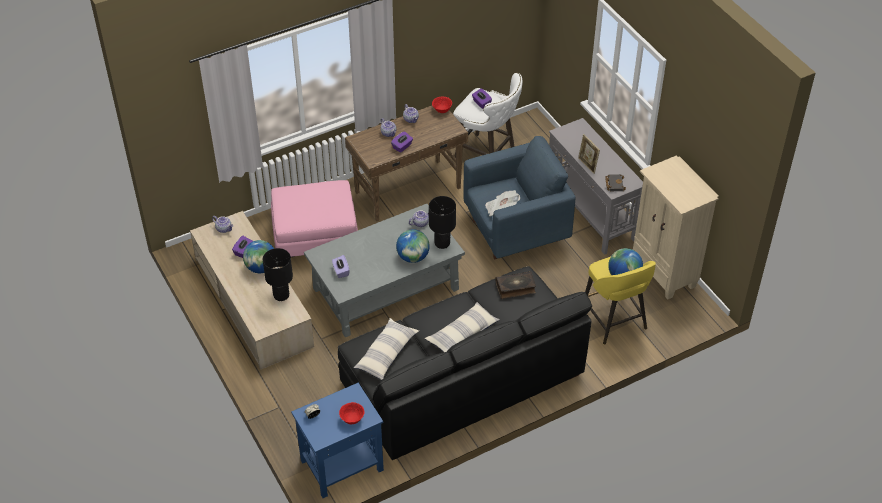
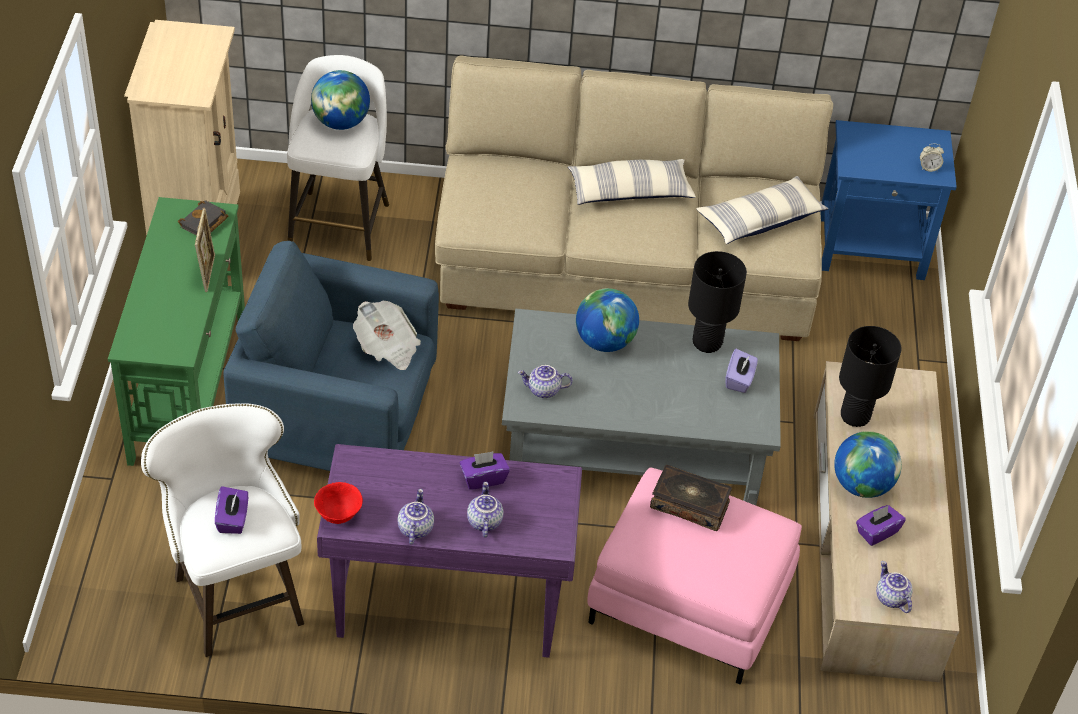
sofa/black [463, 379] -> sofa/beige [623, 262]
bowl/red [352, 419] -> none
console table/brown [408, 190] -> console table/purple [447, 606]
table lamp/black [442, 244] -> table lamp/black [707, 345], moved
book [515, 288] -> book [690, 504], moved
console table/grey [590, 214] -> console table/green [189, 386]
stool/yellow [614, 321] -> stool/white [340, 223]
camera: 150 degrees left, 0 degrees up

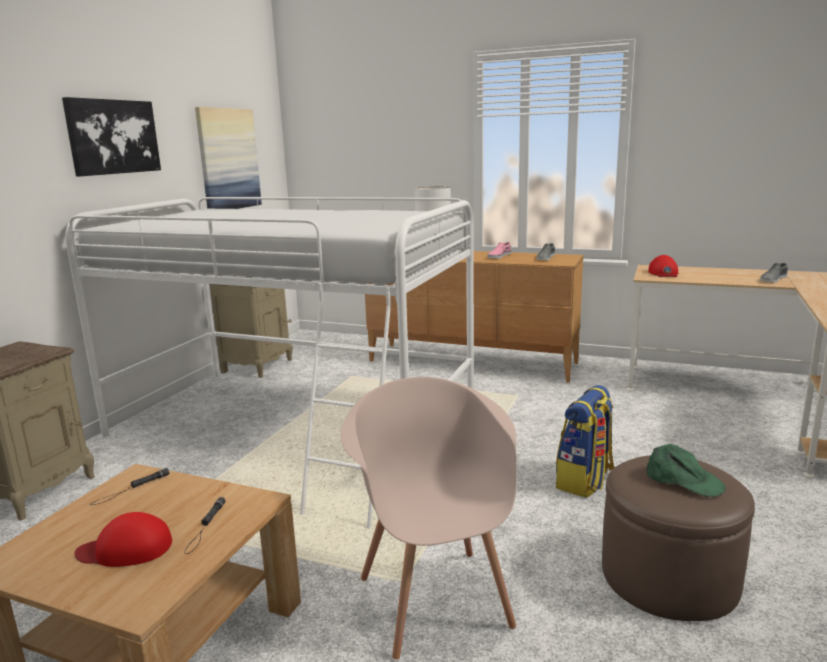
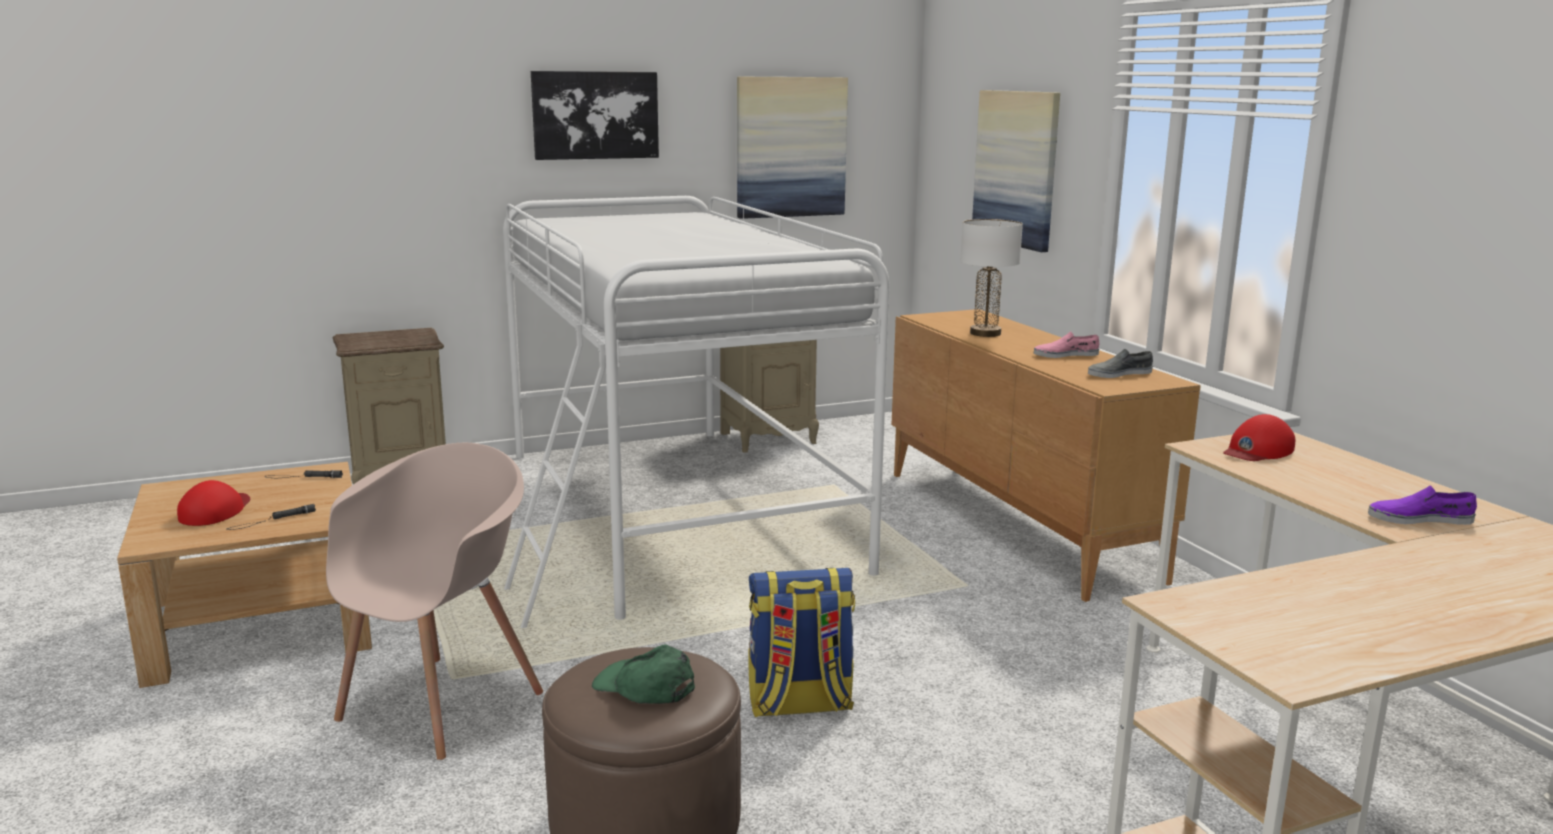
cap/red [126, 549] -> cap/red [216, 511], 60 degrees clockwise
cap/green [684, 480] -> cap/green [644, 686], 120 degrees clockwise
shoe/grey [773, 279] -> shoe/purple [1419, 519]
none -> picture [1016, 168]
camera: 45 degrees right, 0 degrees up

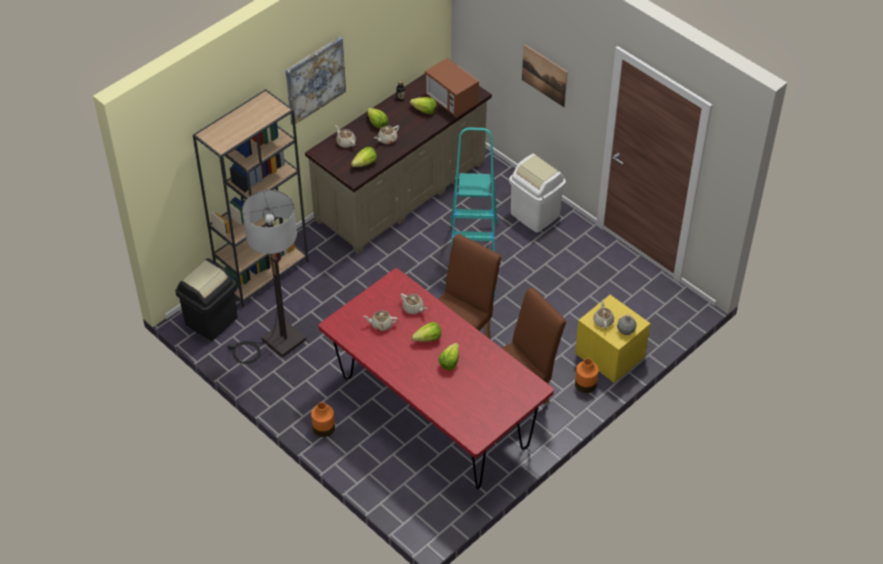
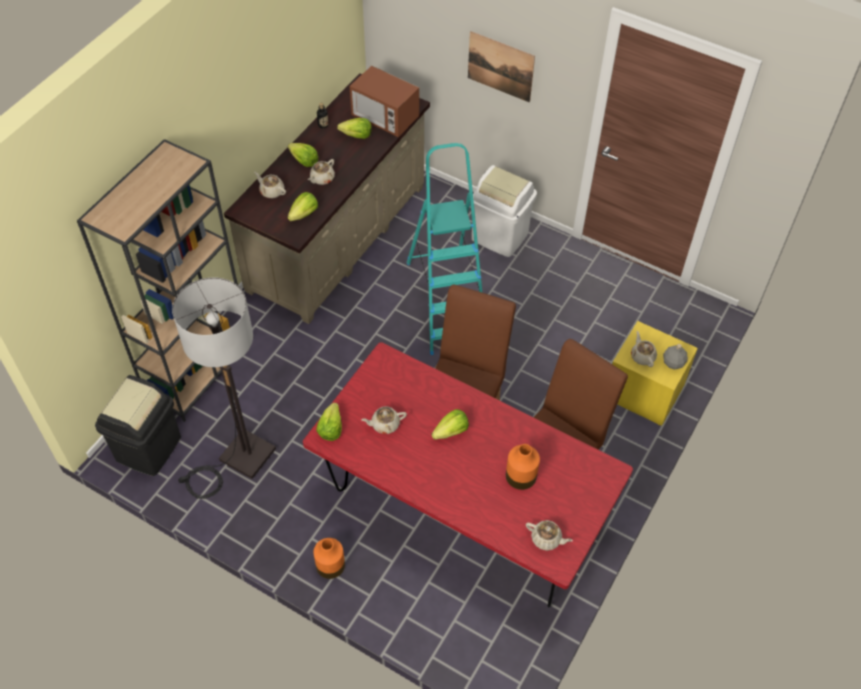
picture [315, 80] -> none
teapot/beige [413, 308] -> teapot/beige [546, 539], moved
lettuce [449, 362] -> lettuce [331, 428], moved
vase/orange [585, 384] -> vase/orange [520, 476], moved
camera: 15 degrees left, 5 degrees up

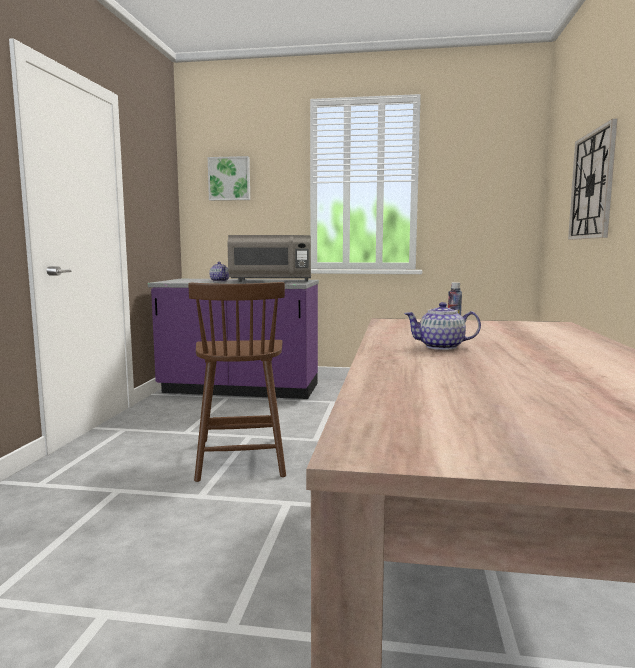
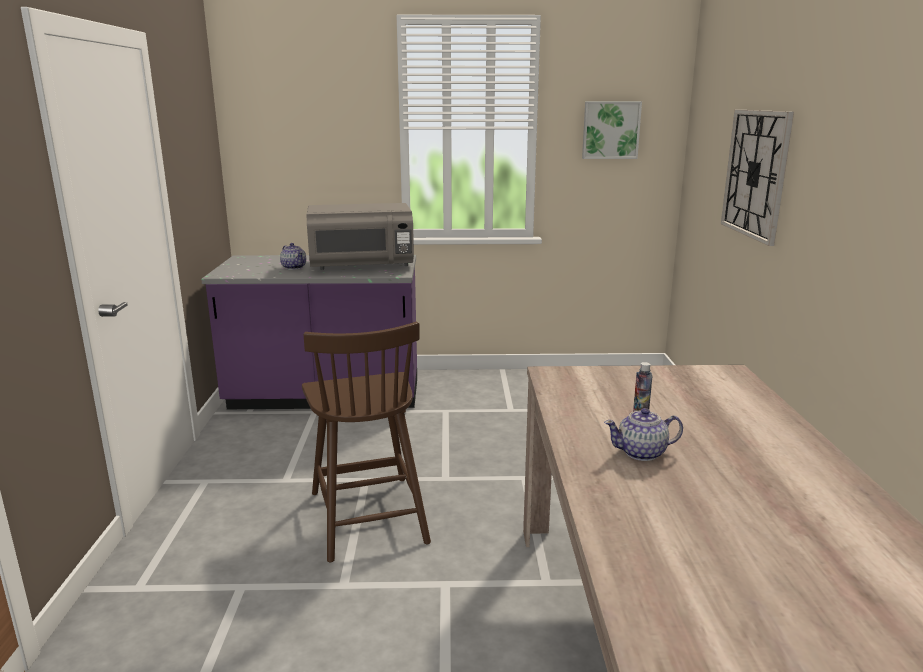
picture [229, 179] -> picture [610, 130], moved
camera: 10 degrees left, 10 degrees up

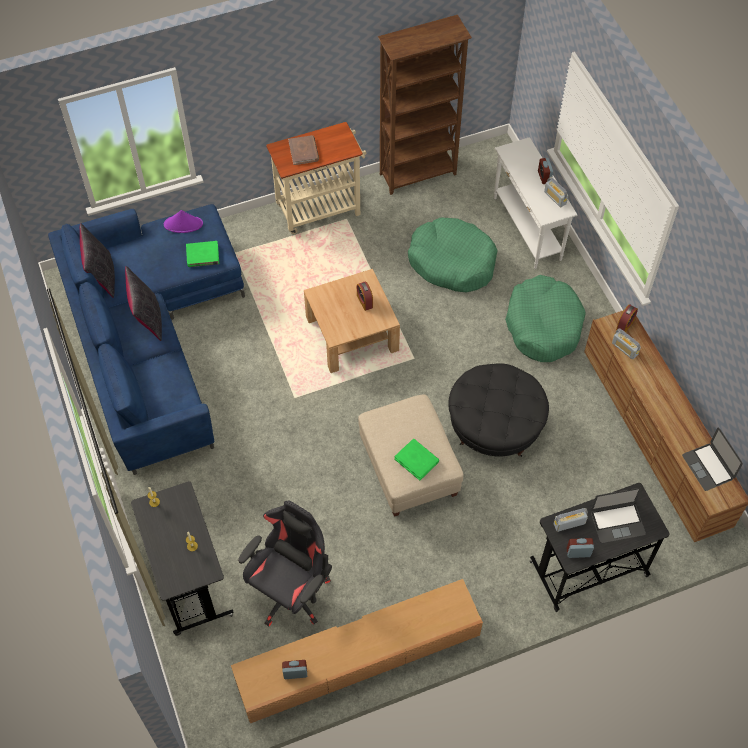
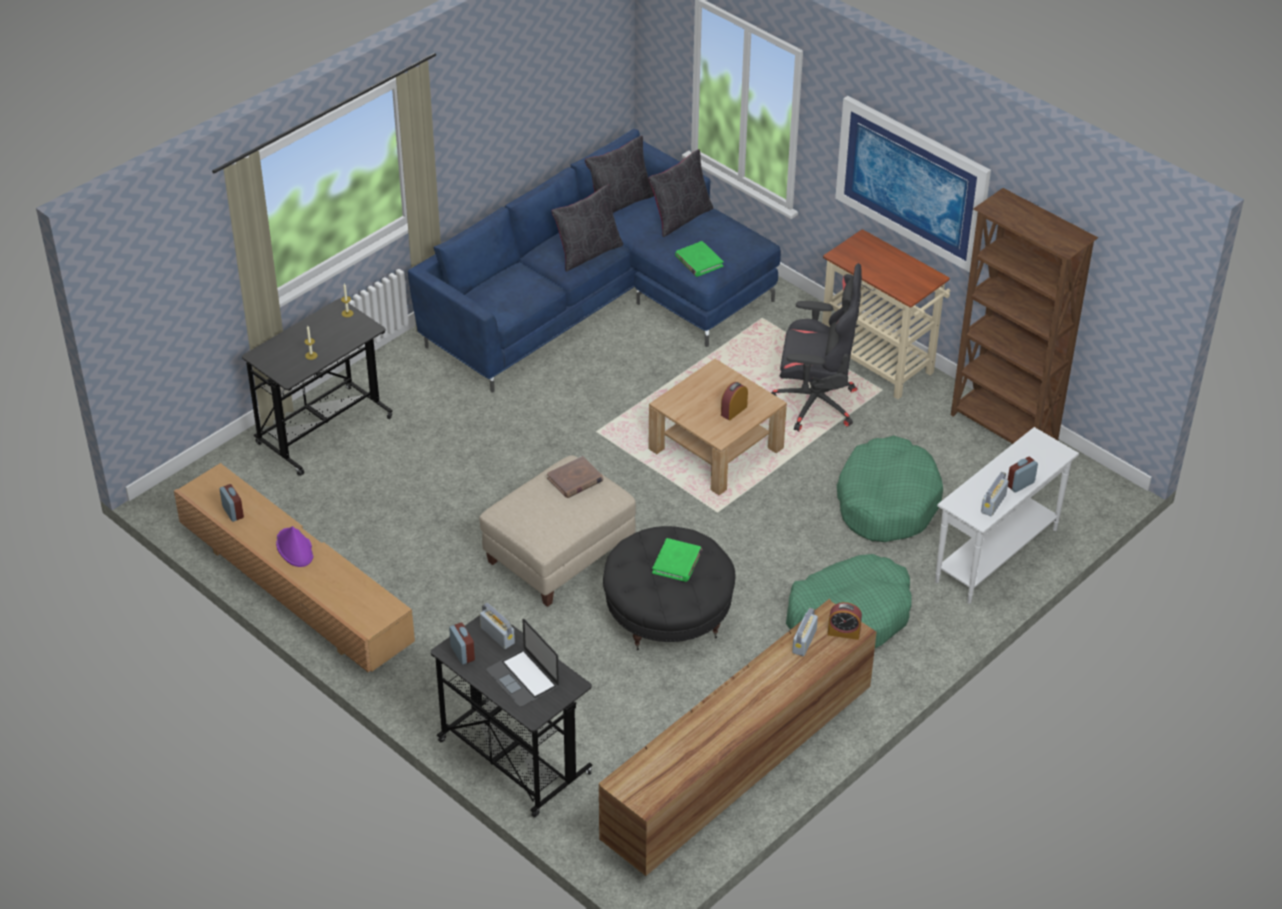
hat/purple [183, 224] -> hat/purple [295, 548], moved
office chair/black [290, 594] -> office chair/black [814, 404], moved
book/brown [304, 151] -> book/brown [575, 480], moved
book/green [416, 460] -> book/green [677, 562], moved
laptop [708, 467] -> none
none -> pillow/black [680, 218]
none -> picture [912, 183]
camera: 65 degrees right, 15 degrees down

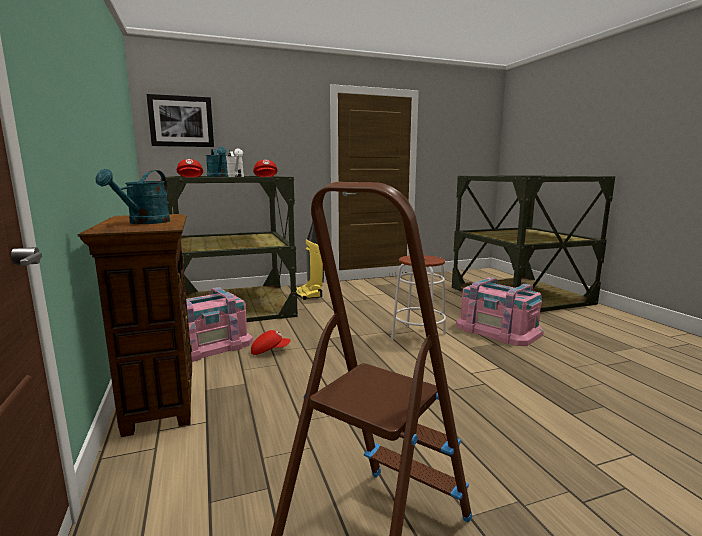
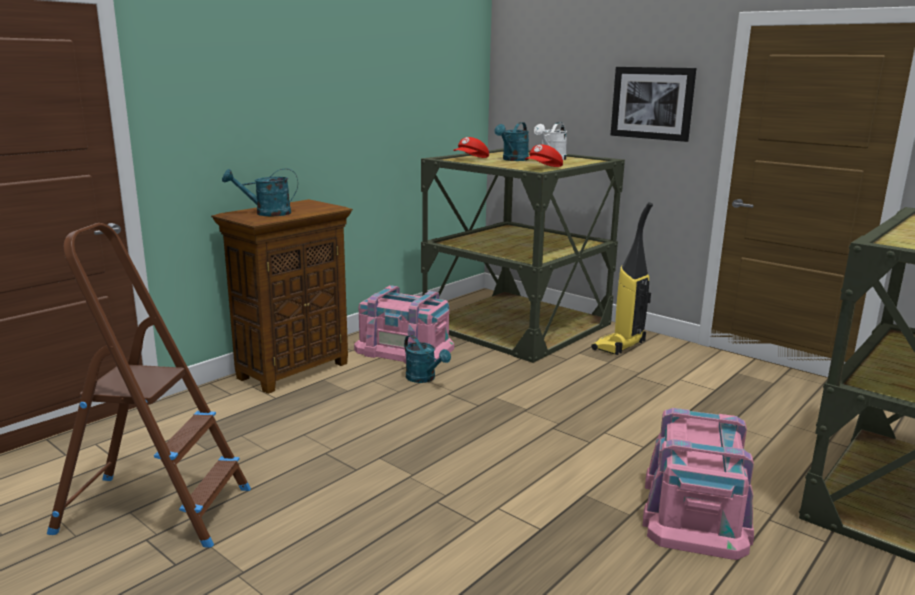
picture [181, 121] -> picture [652, 103], moved
cap/red [270, 351] -> watering can/turquoise [424, 378]
stool/white [418, 336] -> none
camera: 60 degrees right, 5 degrees up

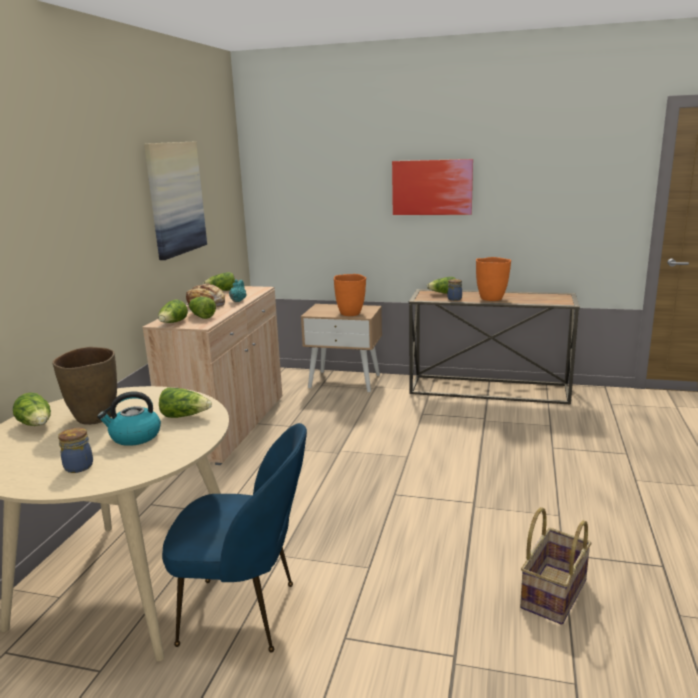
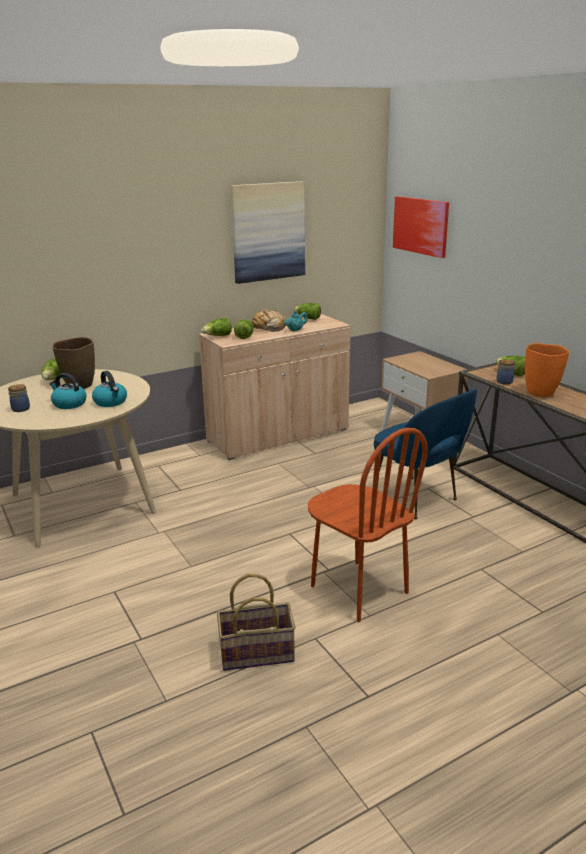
lettuce [185, 416] -> kettle [111, 402]
chair/blue [248, 615] -> chair/blue [418, 501], moved
vase/orange [351, 313] -> none
picture [432, 187] -> picture [420, 226], moved
none -> chair/brown [358, 590]
camera: 45 degrees right, 5 degrees up

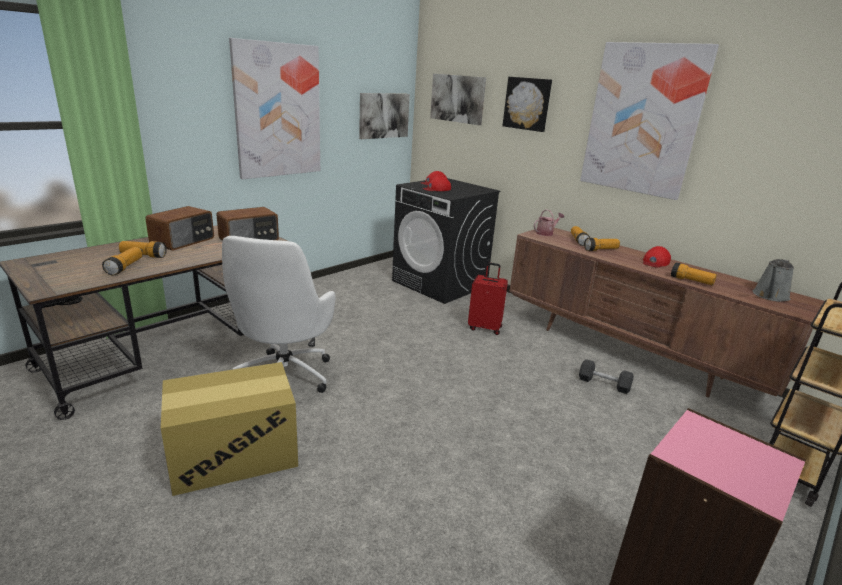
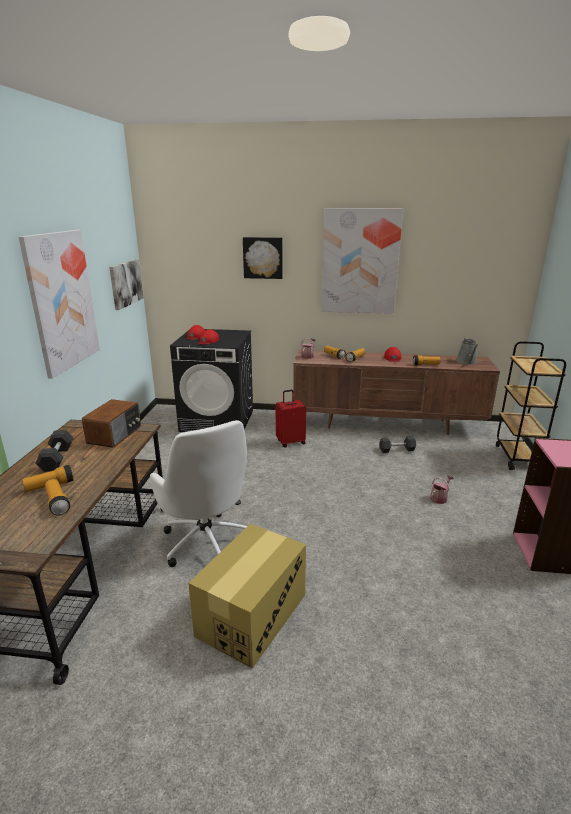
radio [183, 241] -> dumbbell/grey [57, 458]
picture [458, 98] -> none
none -> watering can [439, 498]
camera: 35 degrees left, 0 degrees up

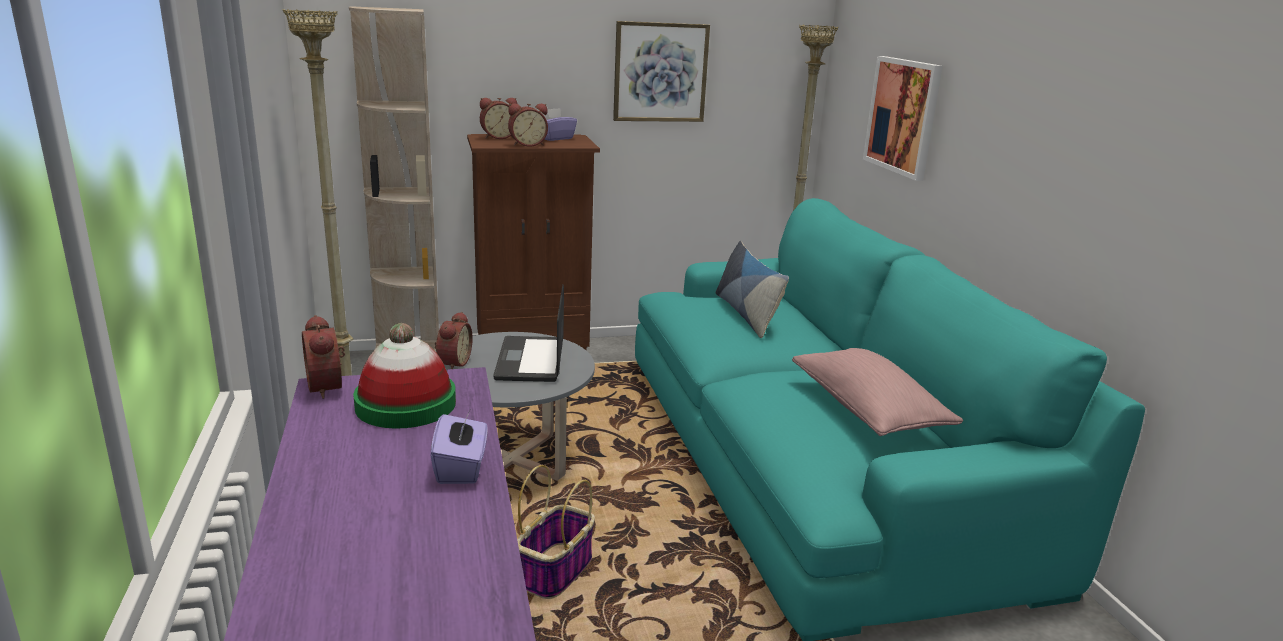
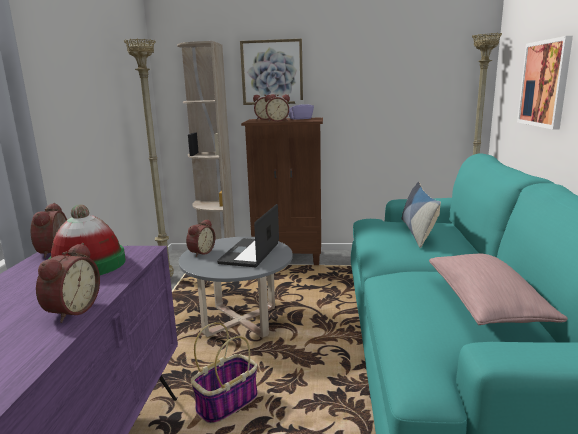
tissue box/purple [461, 468] -> alarm clock [71, 310]
picture [660, 72] -> picture [272, 72], moved
camera: 20 degrees right, 5 degrees down

